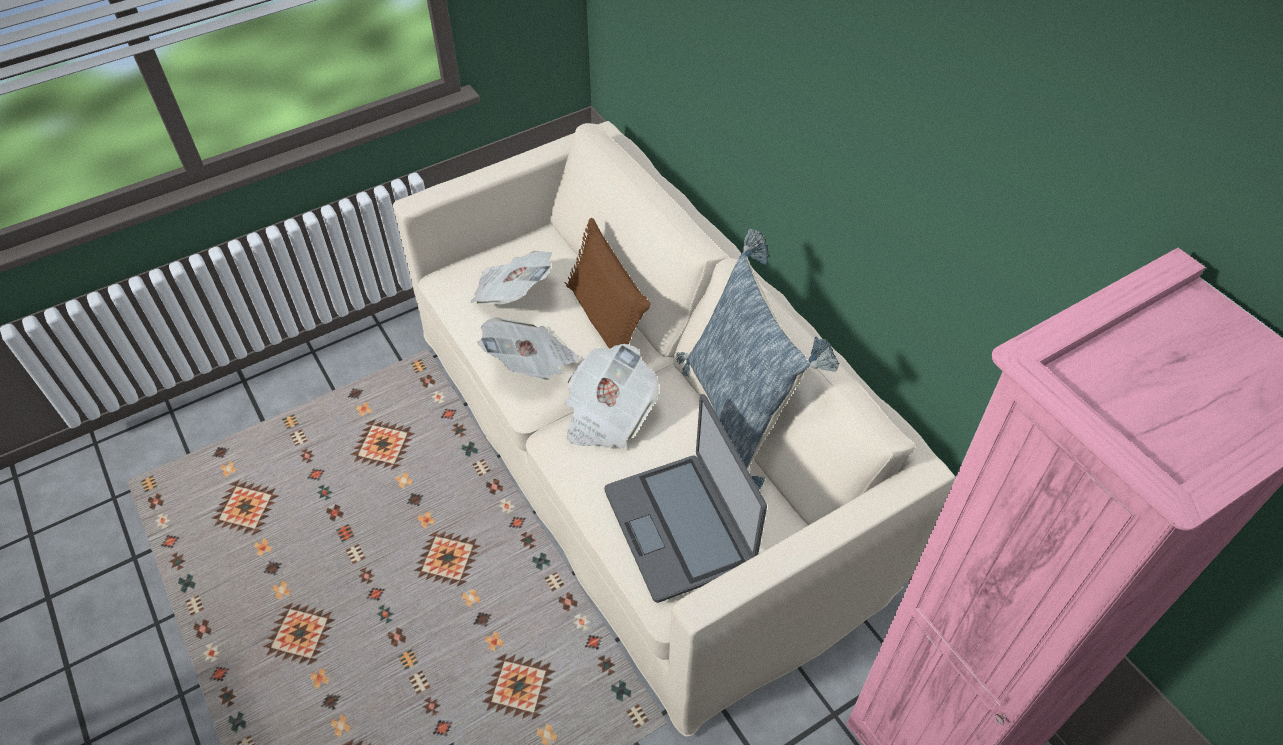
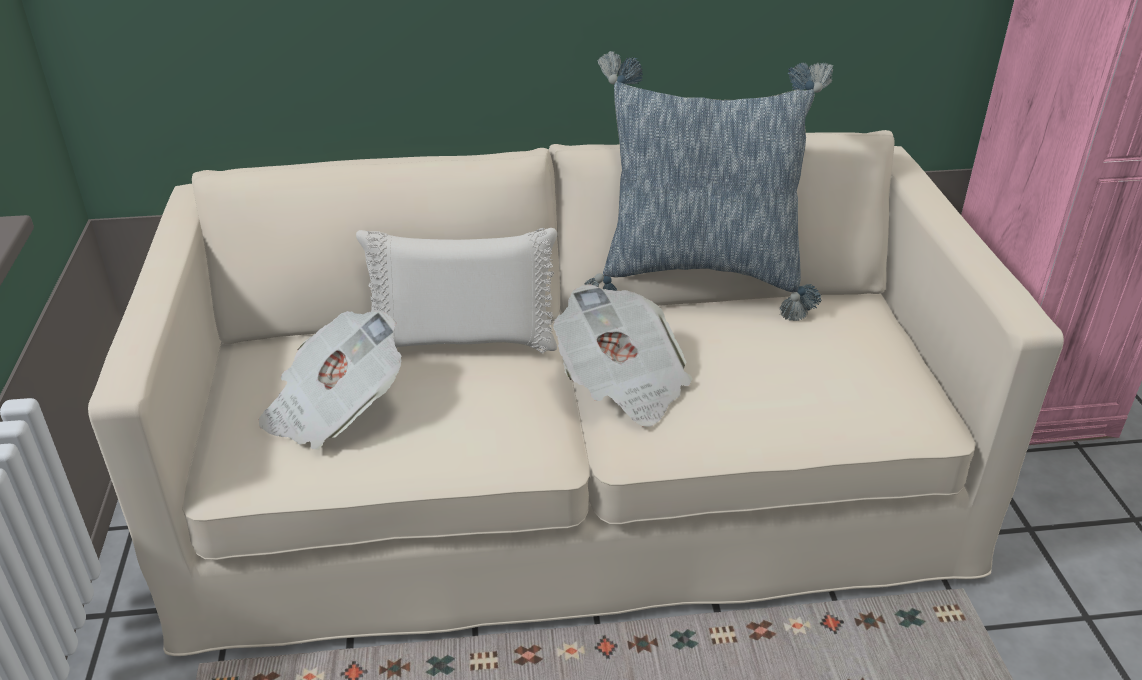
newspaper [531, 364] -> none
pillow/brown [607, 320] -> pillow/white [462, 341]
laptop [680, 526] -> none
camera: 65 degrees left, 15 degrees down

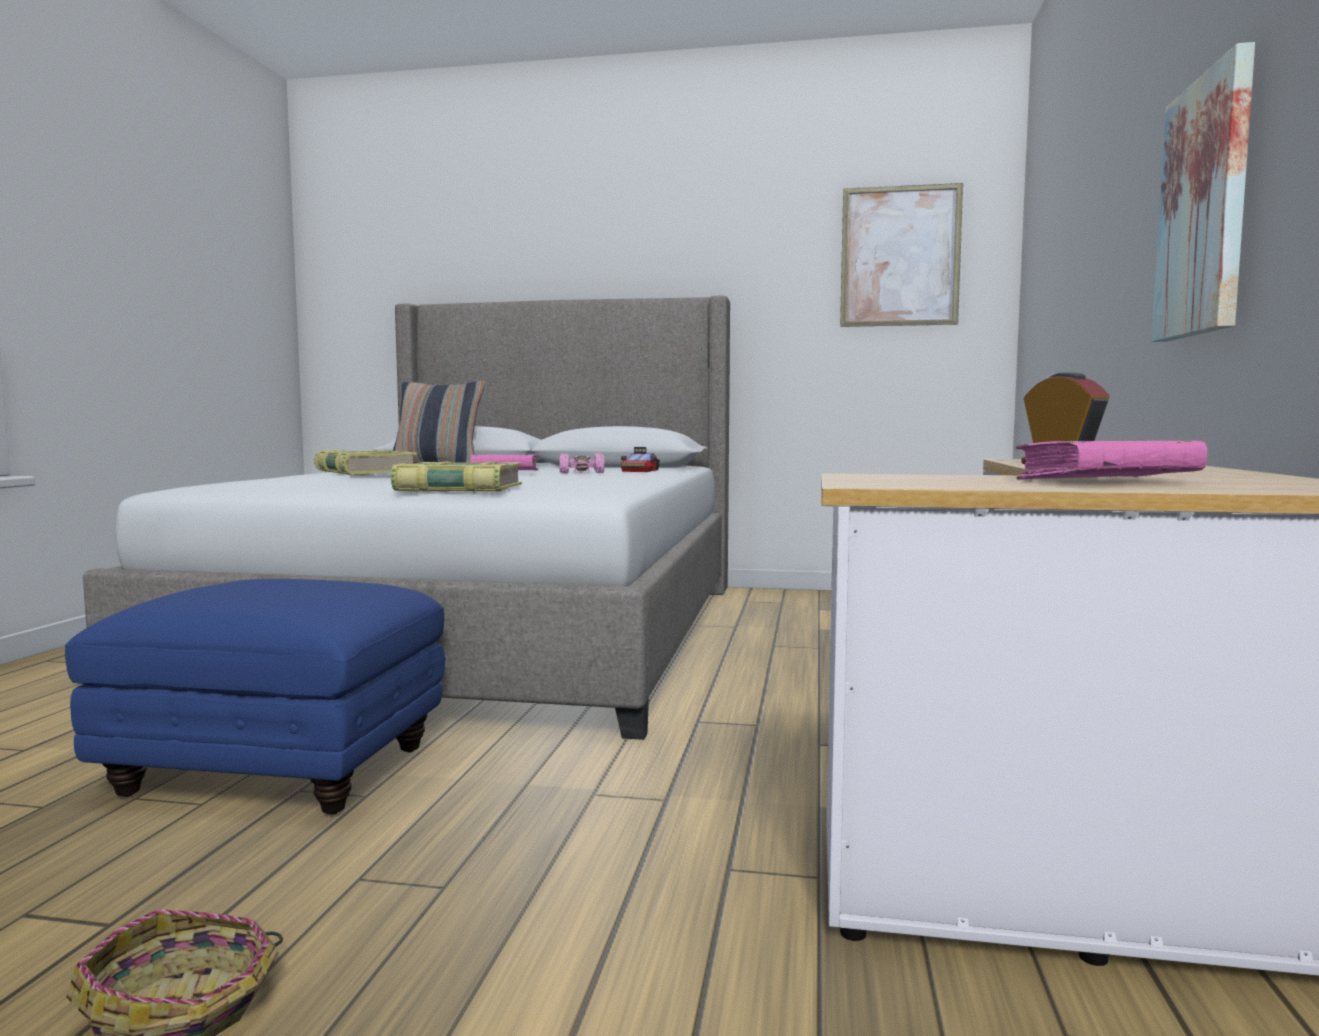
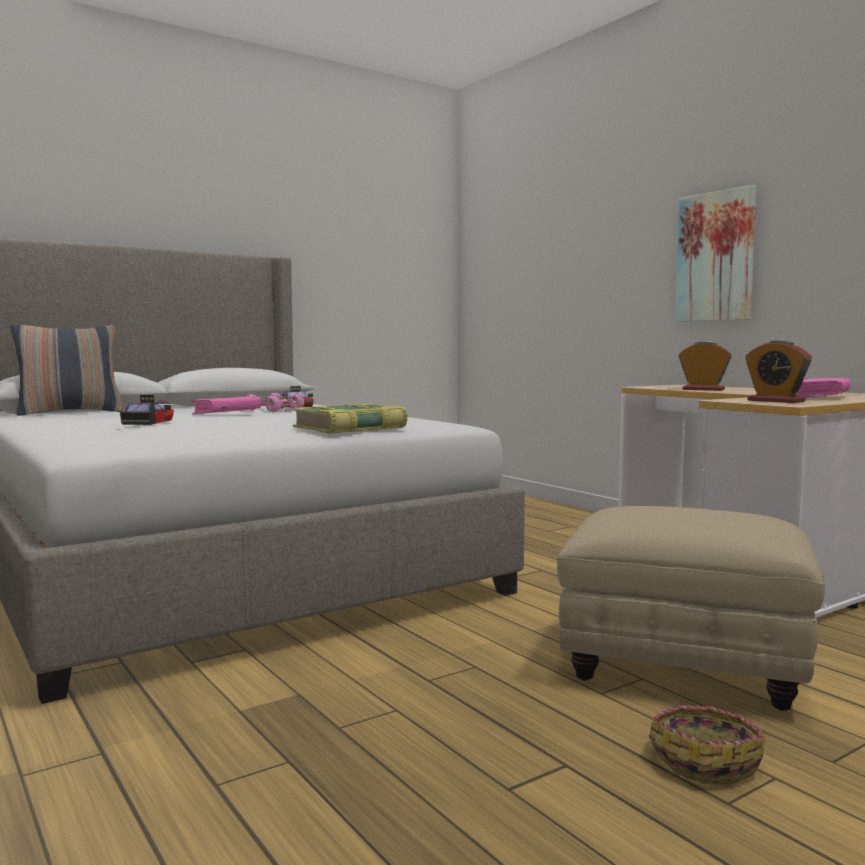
ottoman/blue [281, 771] -> none
book [364, 472] -> toy car [147, 422]
picture [900, 256] -> none
none -> ottoman/beige [686, 668]
none -> alarm clock [775, 401]
camera: 45 degrees left, 0 degrees up

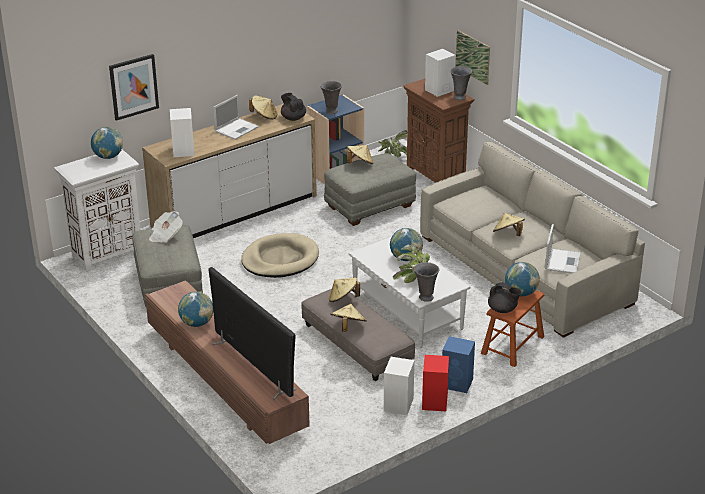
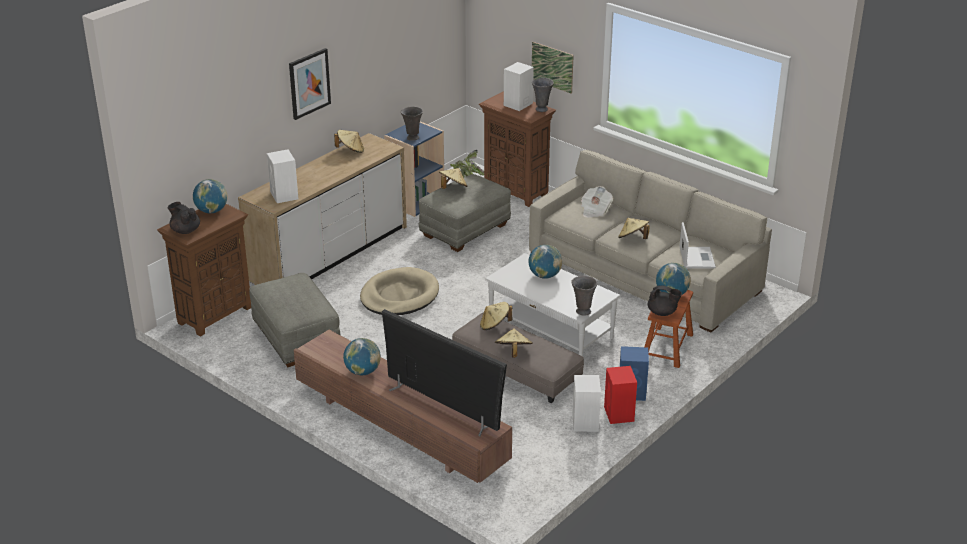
cabinet/white [108, 253] -> cabinet/brown [215, 315]
picture [133, 86] -> picture [309, 83], moved
newspaper [165, 235] -> newspaper [595, 210], moved
laptop [237, 129] -> none
teapot/black [293, 118] -> teapot/black [185, 230], moved
potted plant [413, 279] -> none
camera: 15 degrees left, 0 degrees up

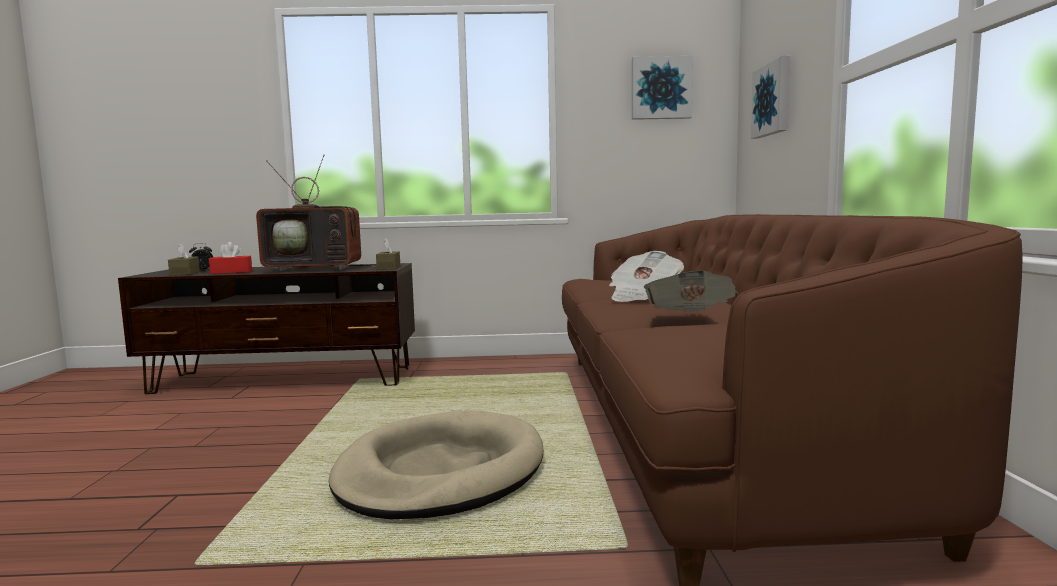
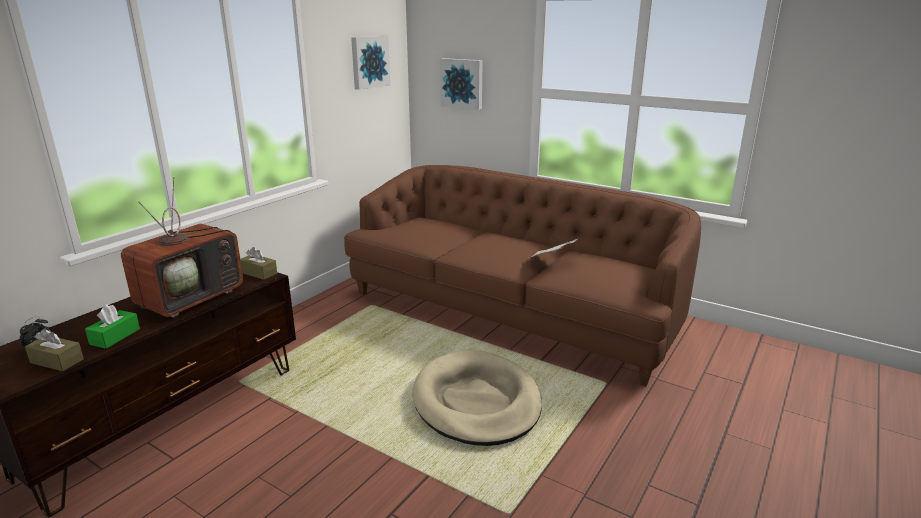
tissue box/red [231, 272] -> tissue box/green [115, 336]
newspaper [642, 297] -> none
camera: 55 degrees left, 15 degrees up

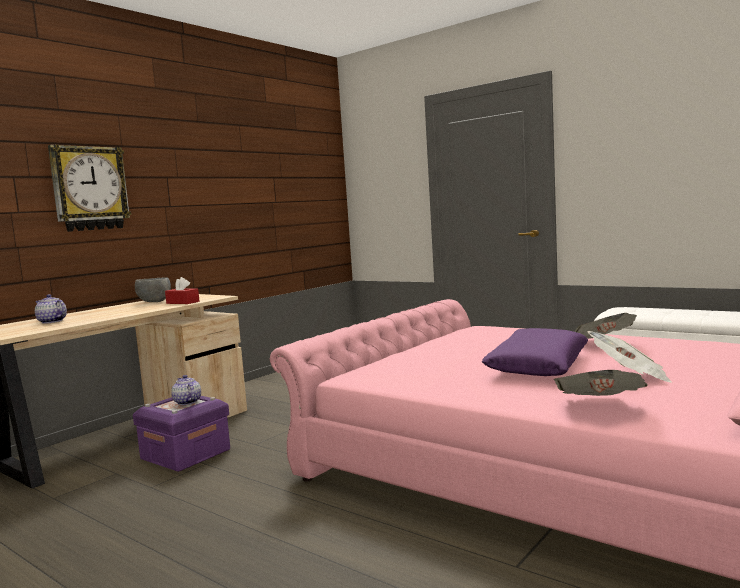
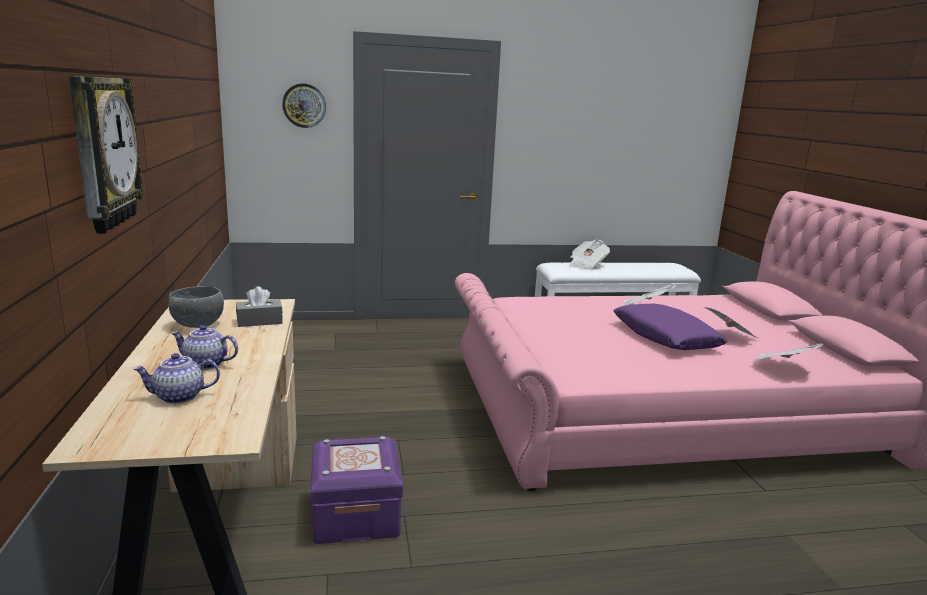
tissue box/red [182, 302] -> tissue box/grey [259, 321]
teapot [187, 402] -> teapot [205, 364], moved
none -> wall clock [304, 105]
none -> newspaper [586, 265]
camera: 50 degrees left, 10 degrees up

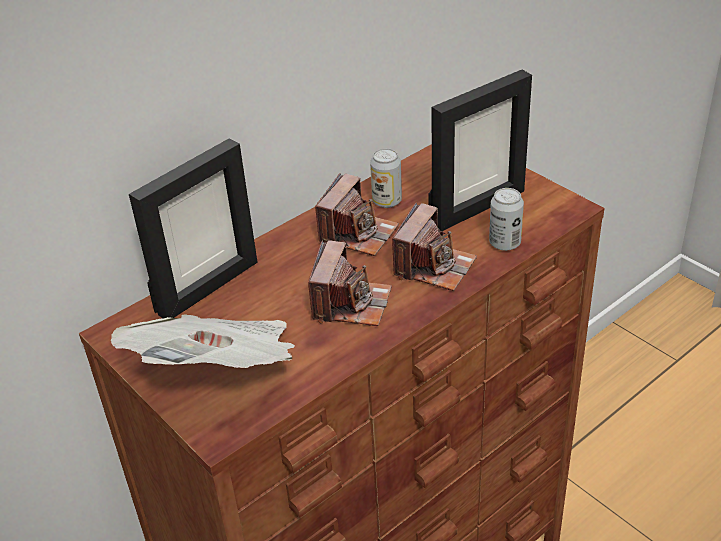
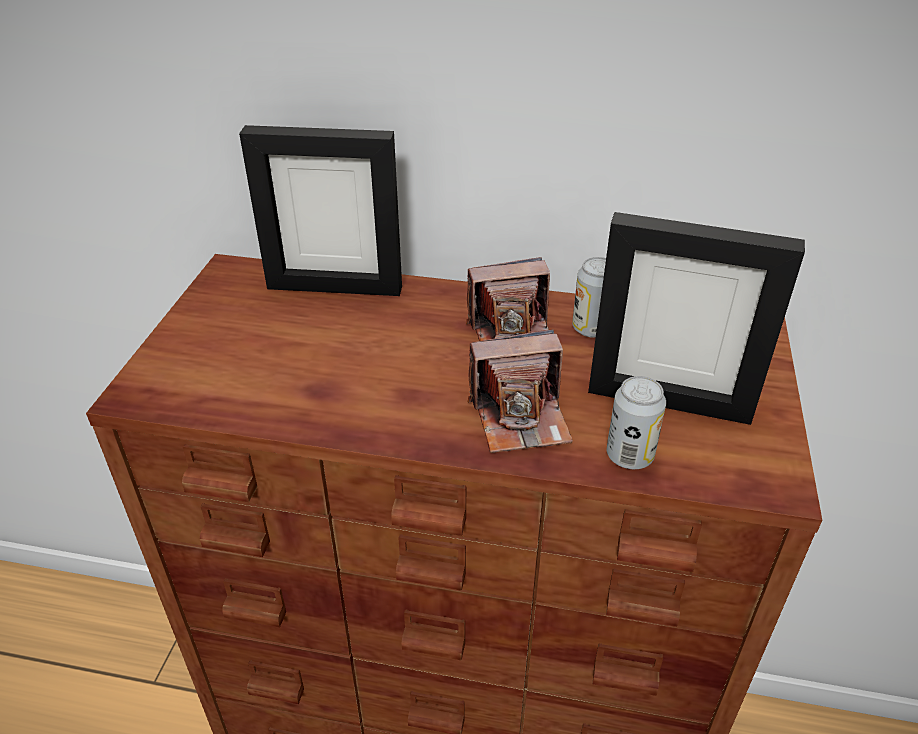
newspaper [220, 373] -> none
photo camera [350, 303] -> none
camera: 50 degrees right, 0 degrees up

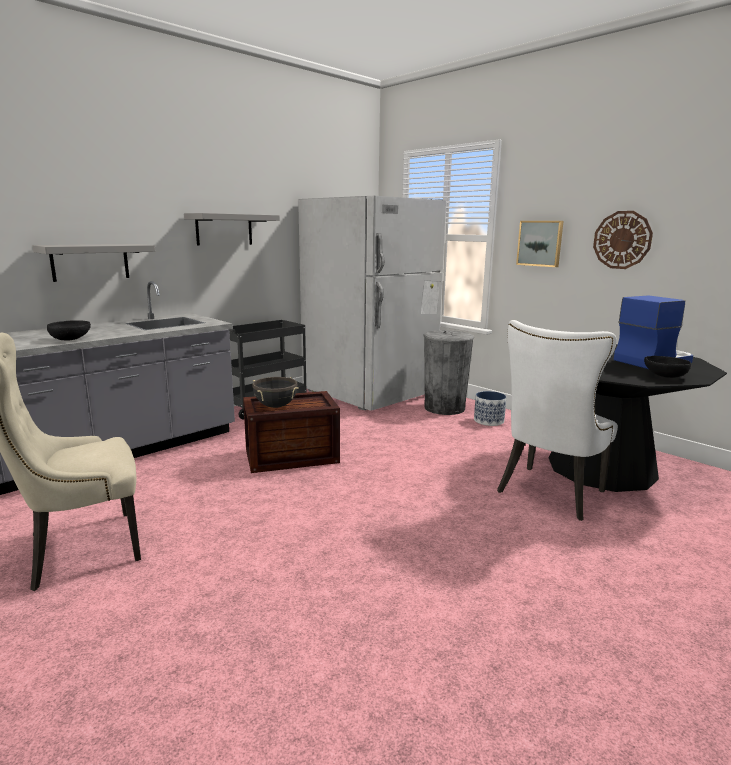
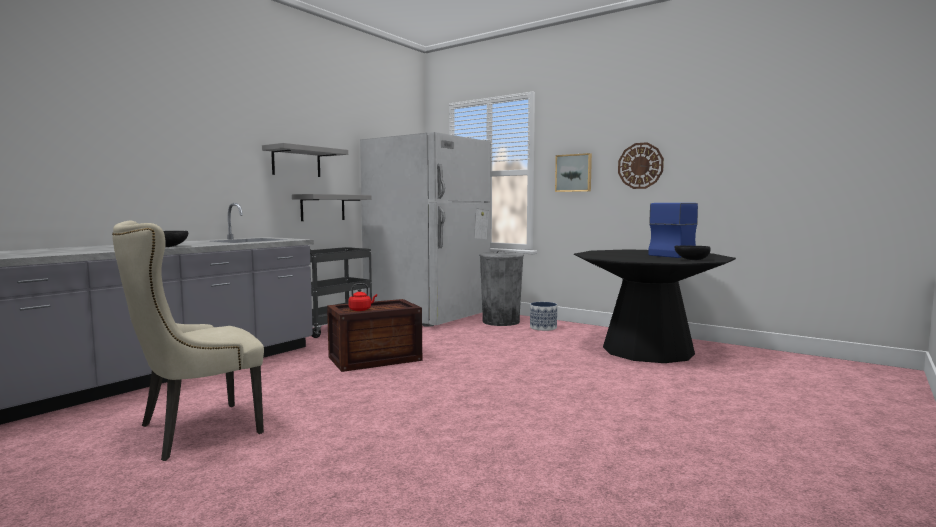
shelf/grey [90, 262] -> shelf/grey [322, 207], moved
cooking pot/black [276, 406] -> kettle/red [361, 310]
chair/white [550, 493] -> none
camera: 10 degrees left, 10 degrees down

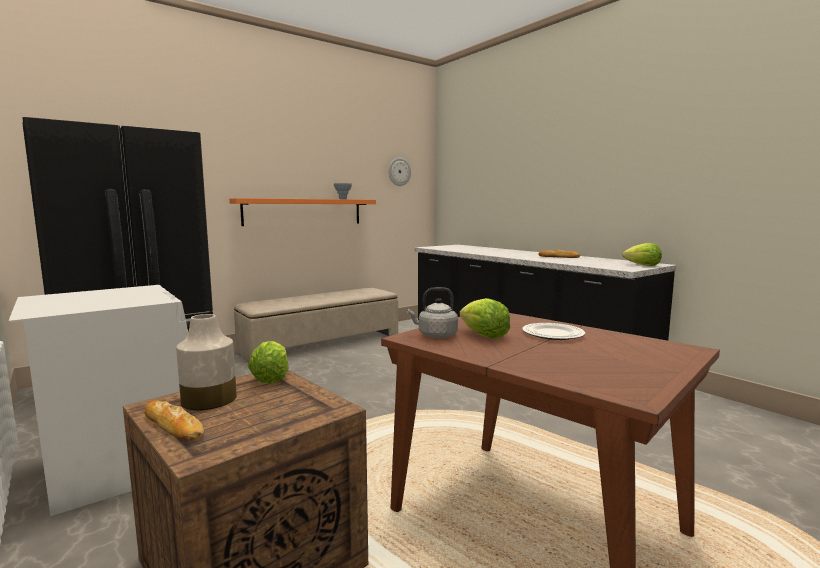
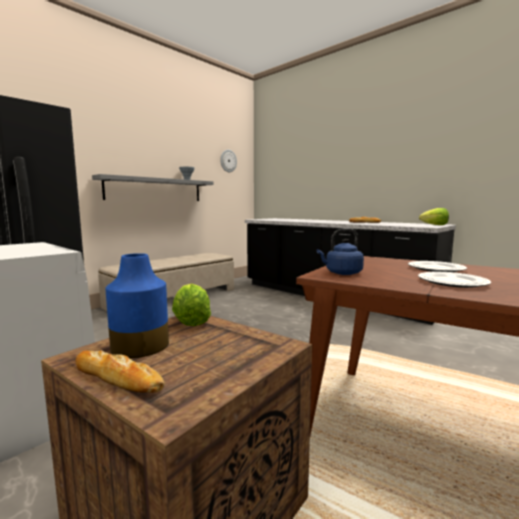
vase/beige [208, 399] -> vase/blue [139, 345]
shelf/orange [304, 212] -> shelf/grey [155, 189]
kettle/grey [435, 335] -> kettle/blue [341, 273]
lettuce [483, 335] -> none
none -> plate [453, 282]
camera: 10 degrees left, 0 degrees up

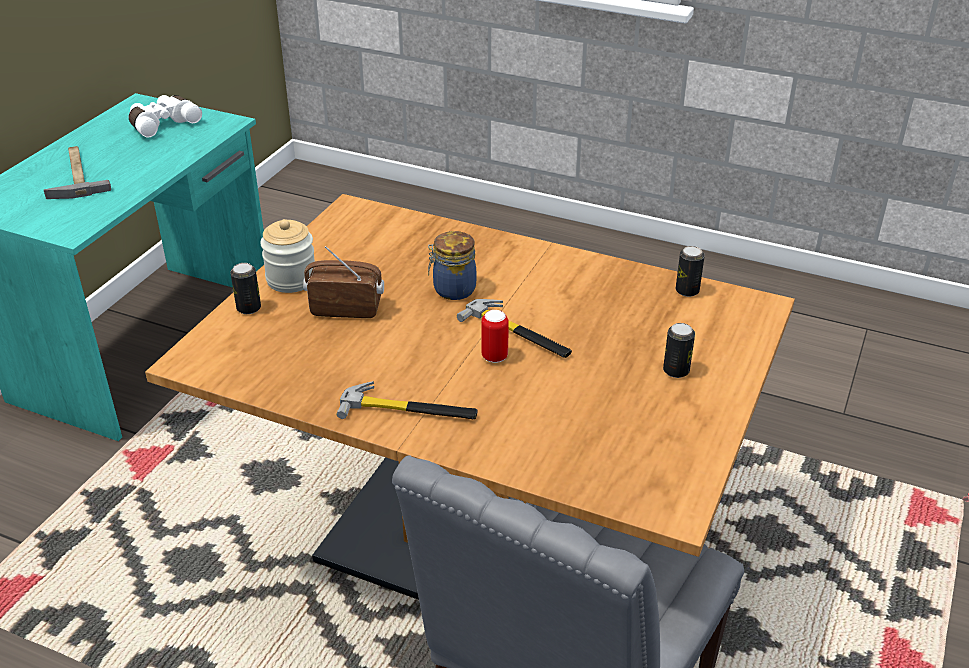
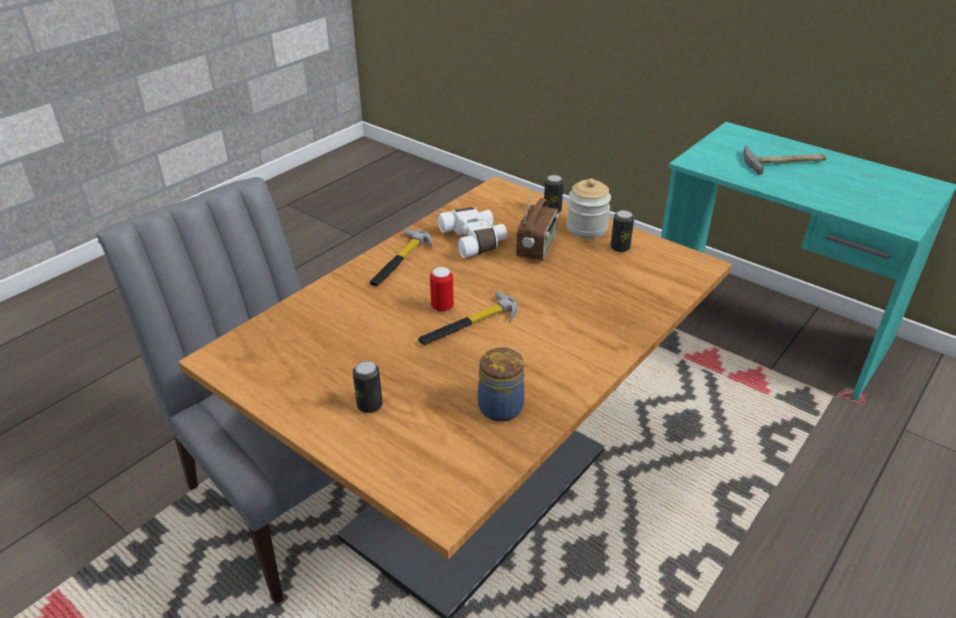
binoculars/white [162, 123] -> binoculars/white [475, 240], moved
jar [452, 290] -> jar [501, 406], moved
can [687, 291] -> can [620, 248], moved
camera: 105 degrees right, 0 degrees up

